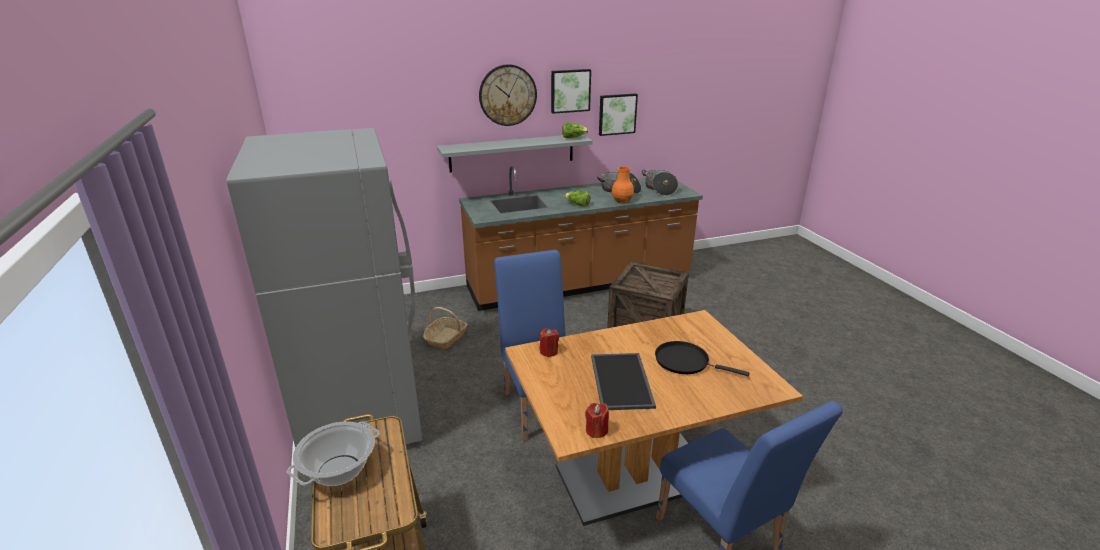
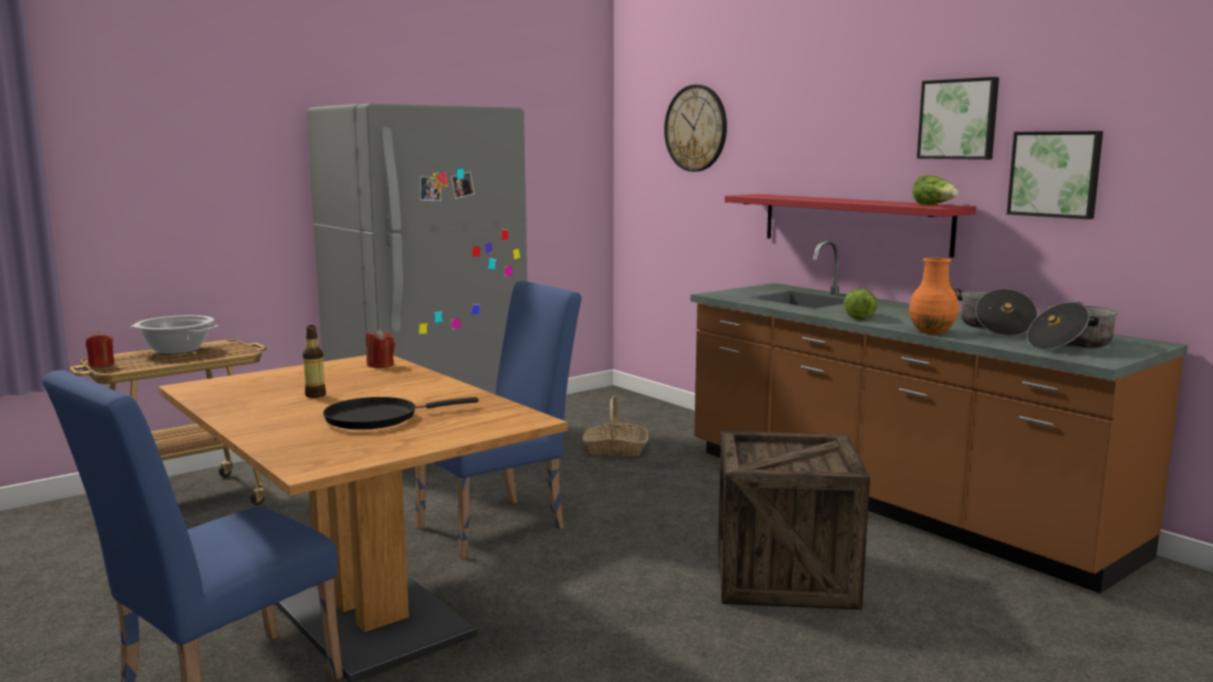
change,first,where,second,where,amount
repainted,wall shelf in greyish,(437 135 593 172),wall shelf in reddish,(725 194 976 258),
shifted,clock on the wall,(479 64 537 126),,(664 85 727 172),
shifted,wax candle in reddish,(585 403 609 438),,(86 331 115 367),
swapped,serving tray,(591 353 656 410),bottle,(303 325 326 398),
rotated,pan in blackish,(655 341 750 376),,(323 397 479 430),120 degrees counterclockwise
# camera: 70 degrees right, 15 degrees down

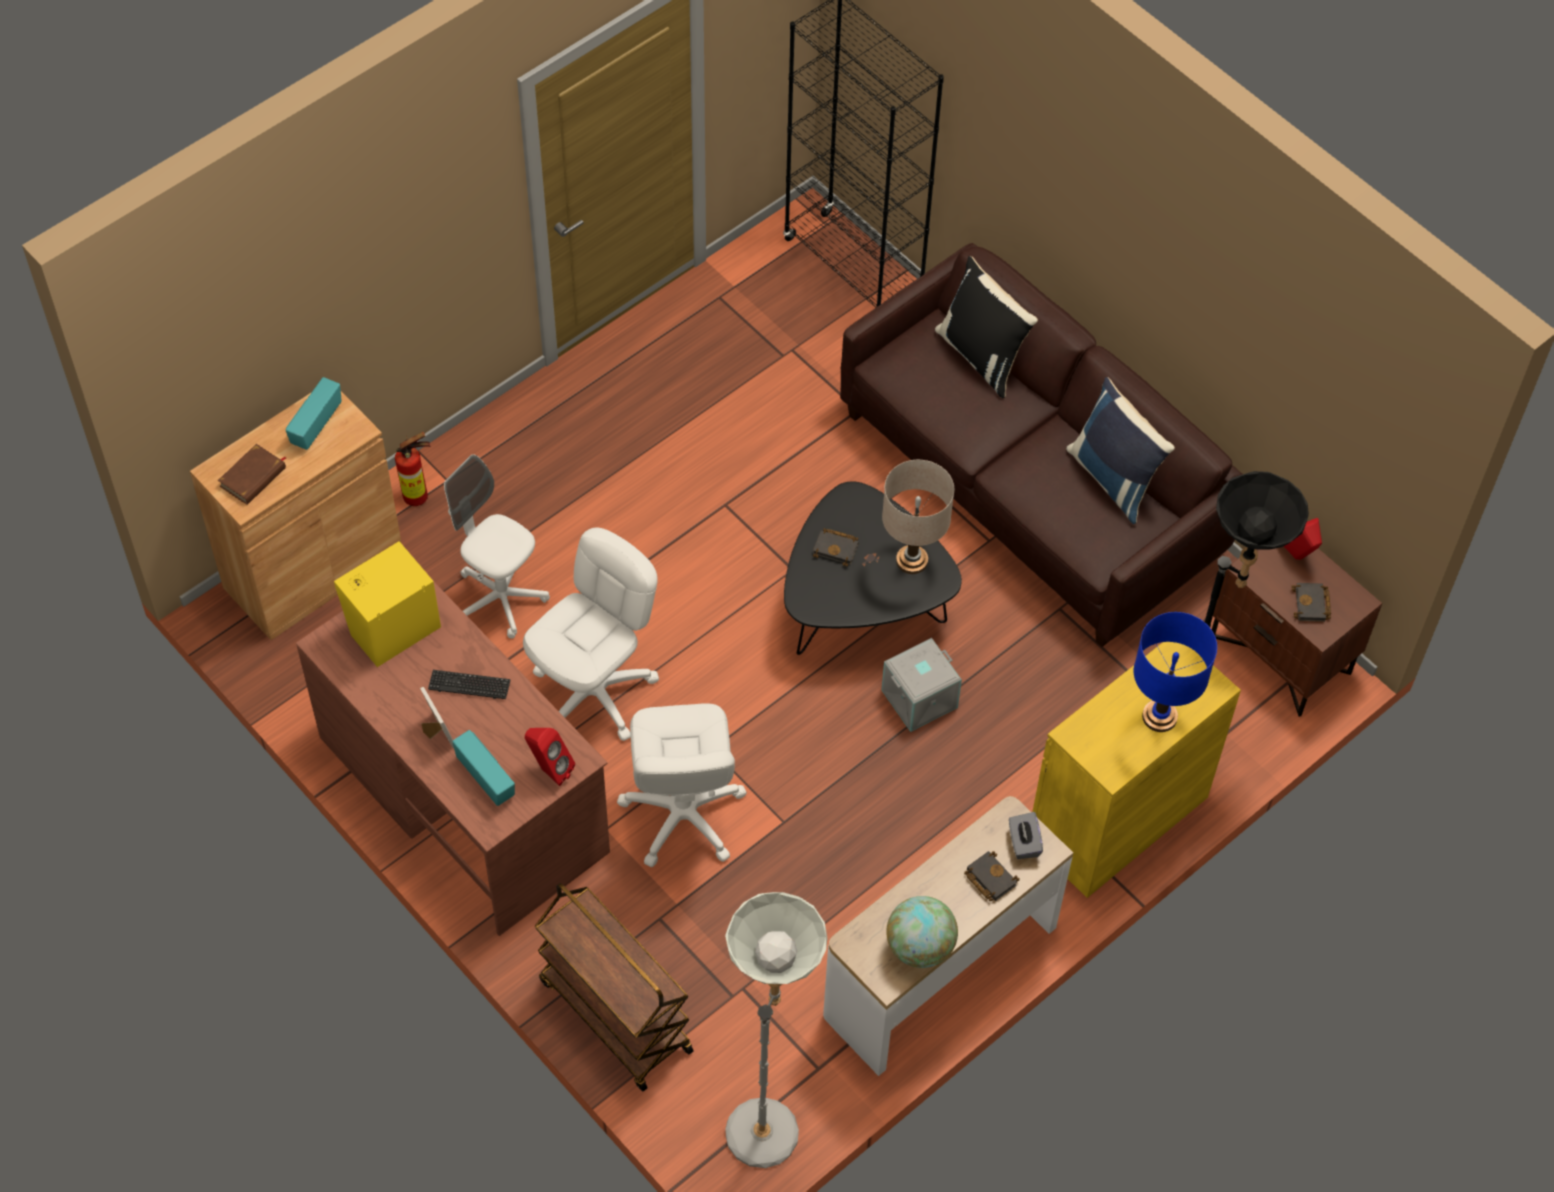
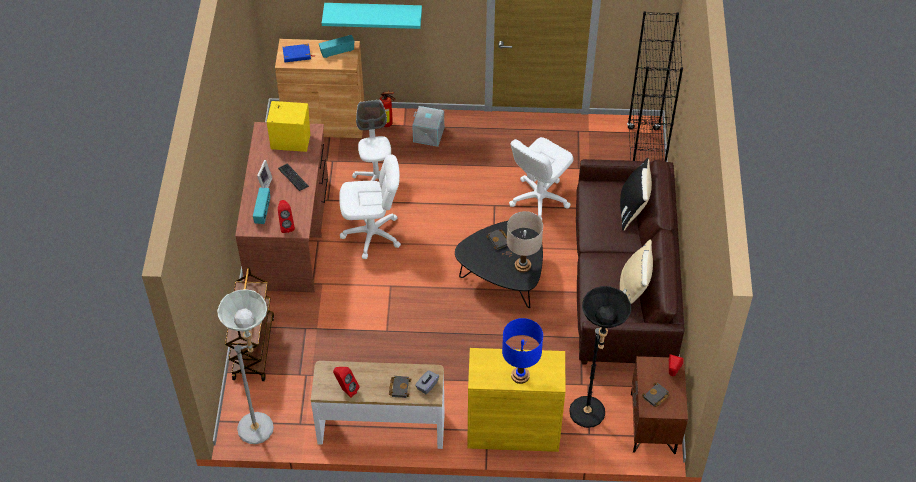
change,first,where,second,where,amount
repainted,bound book in brown-coloured,(218 444 286 505),bound book in blue-coloured,(283 44 315 62),
shifted,computer chair in whitish,(617 703 747 867),,(509 137 573 220),
shifted,storage box in greyish,(881 638 962 732),,(412 106 444 147),
swapped,globe,(886 896 958 968),audio speaker in reddish,(333 367 359 398),
repainted,throw pillow in blue-coloured,(1066 377 1175 524),throw pillow in sand-coloured,(620 240 653 304),
new,,,wall shelf in turquoise,(322 3 422 29),
# camera: 45 degrees right, 5 degrees down

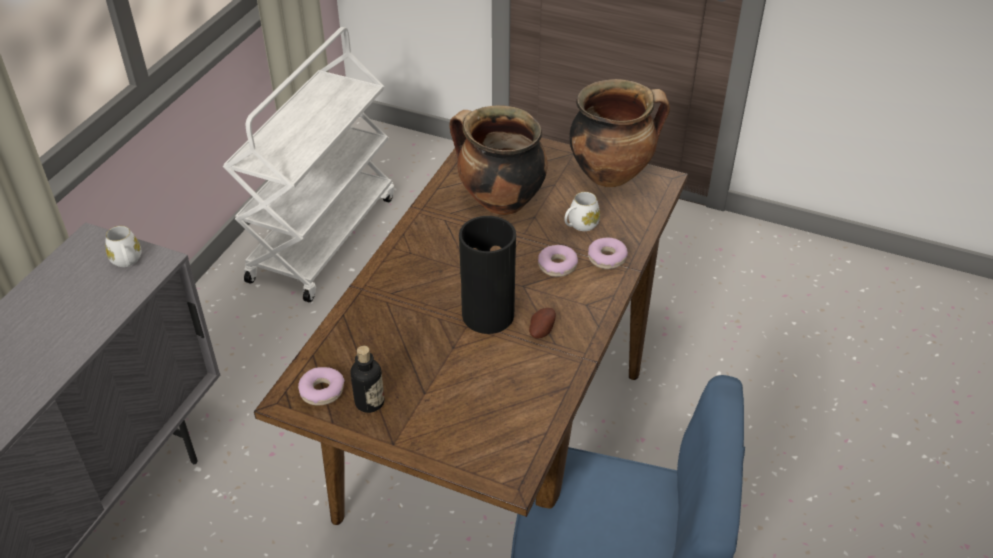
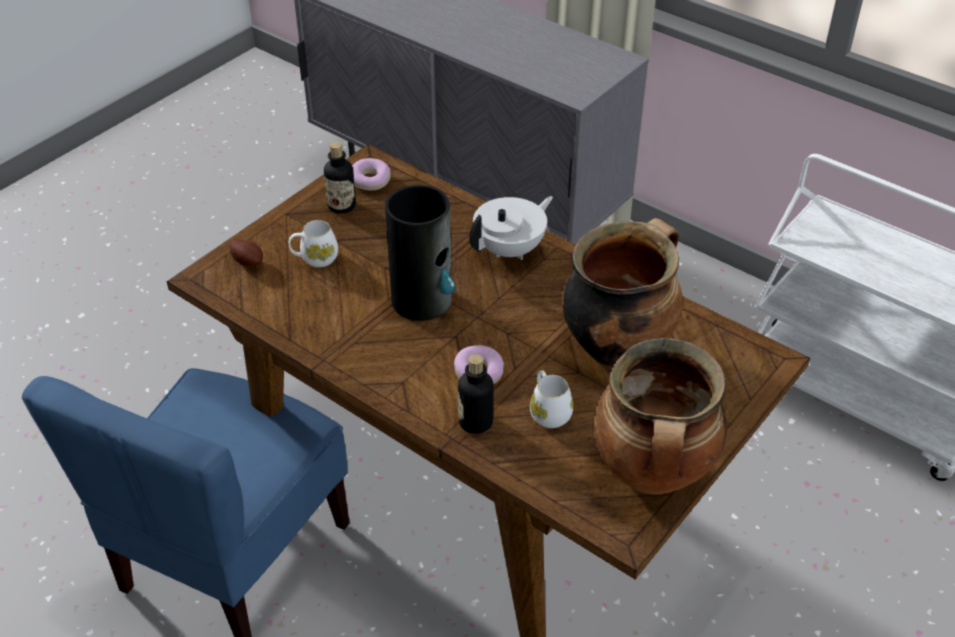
change,first,where,second,where,amount
shifted,mug in whitish,(105 226 141 267),,(289 220 338 267),
shifted,spud,(529 308 556 339),,(229 239 263 267),
swapped,doughnut,(588 237 628 269),bottle,(458 354 494 434),
new,,,pot for tea in whitish,(469 196 553 260),
# camera: 105 degrees right, 0 degrees up

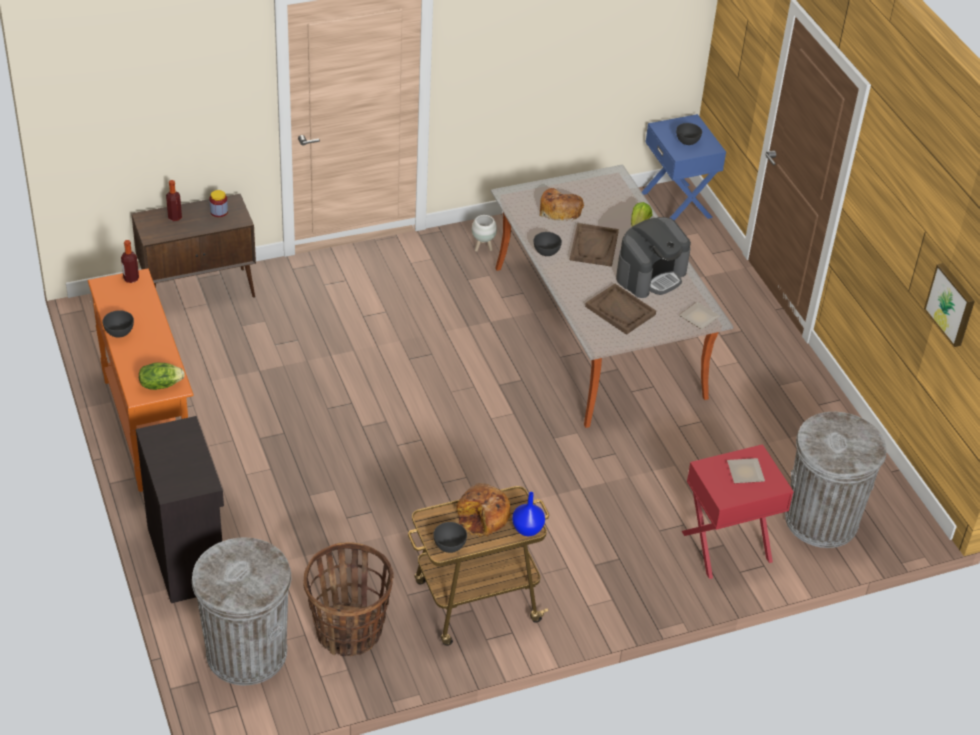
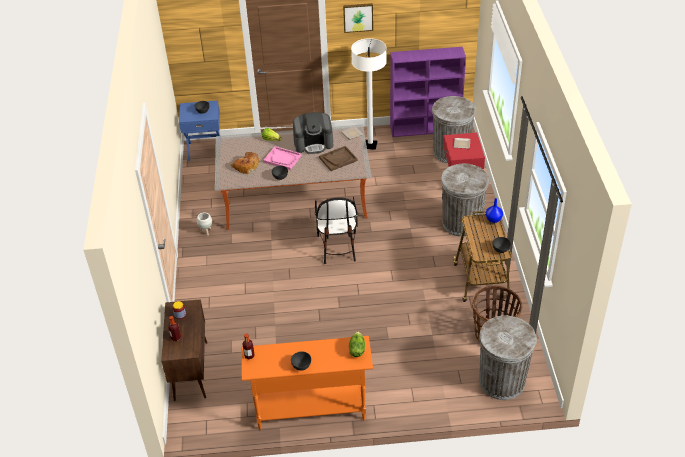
change,first,where,second,where,amount
gone,cupboard in blackish,(136 416 224 603),,,
gone,baked bread,(456 483 511 537),,,
repainted,serving tray in brown-coloured,(570 223 619 267),serving tray in pinkish,(263 146 302 170),
rotated,coffee maker,(616 217 691 298),,(293 112 333 154),105 degrees clockwise
shifted,picture,(924 263 975 347),,(343 3 373 33),
new,,,upright chair,(315 197 358 264),
new,,,floor lamp in whitish,(351 38 387 150),
new,,,shelving unit in purple-coloured,(390 47 466 137),
new,,,trash can in greyish,(441 164 489 237),
# camera: 70 degrees left, 0 degrees up

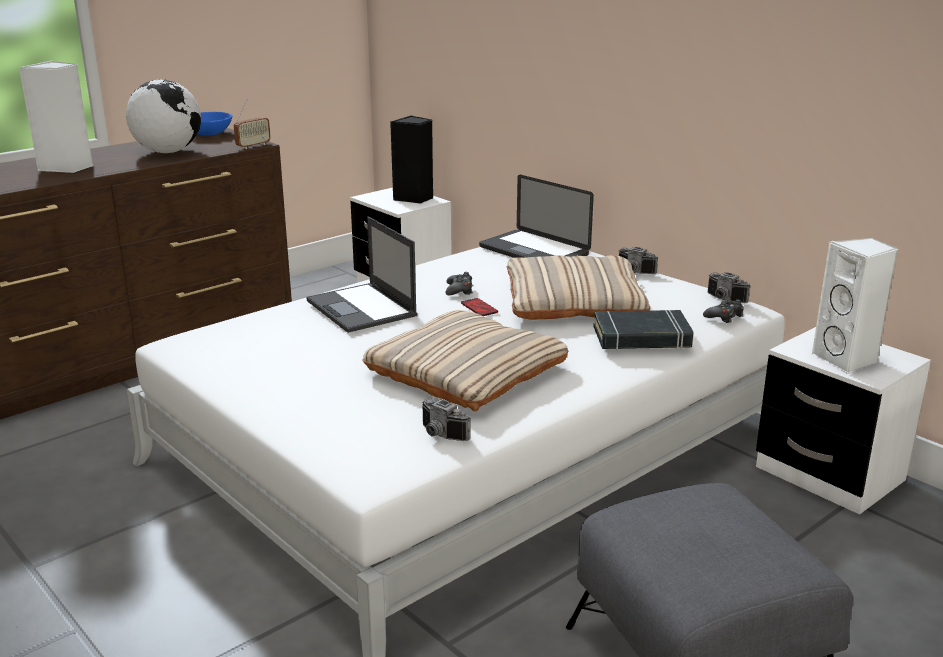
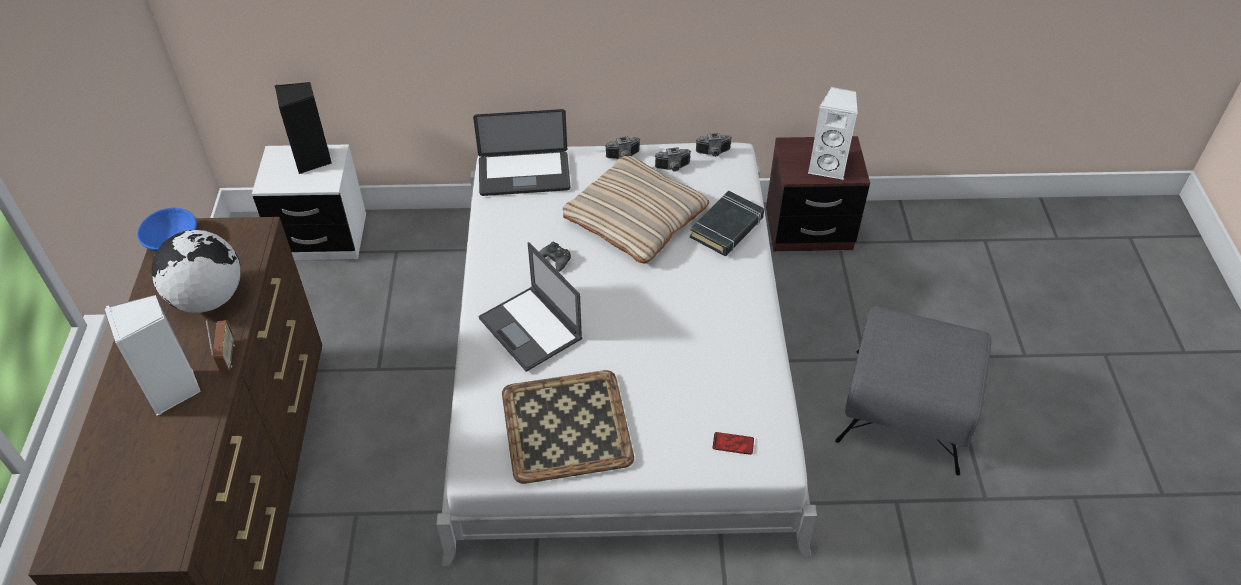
change,first,where,second,where,amount
shifted,radio,(234 99 271 149),,(206 320 235 372),
rotated,portable computer,(306 216 417 333),,(478 242 583 372),45 degrees clockwise
gone,throw pillow in sand-coloured,(362 310 569 411),,,
shifted,still camera,(422 399 471 441),,(655 147 691 171),
shifted,handset,(461 298 498 316),,(713 432 754 455),
gone,gamepad in blackish,(703 299 744 323),,,
repainted,nightstand in whitish,(756 327 931 515),nightstand in brown-coloured,(766 136 870 252),
new,,,serving tray,(502 370 634 484),
# camera: 50 degrees left, 25 degrees up

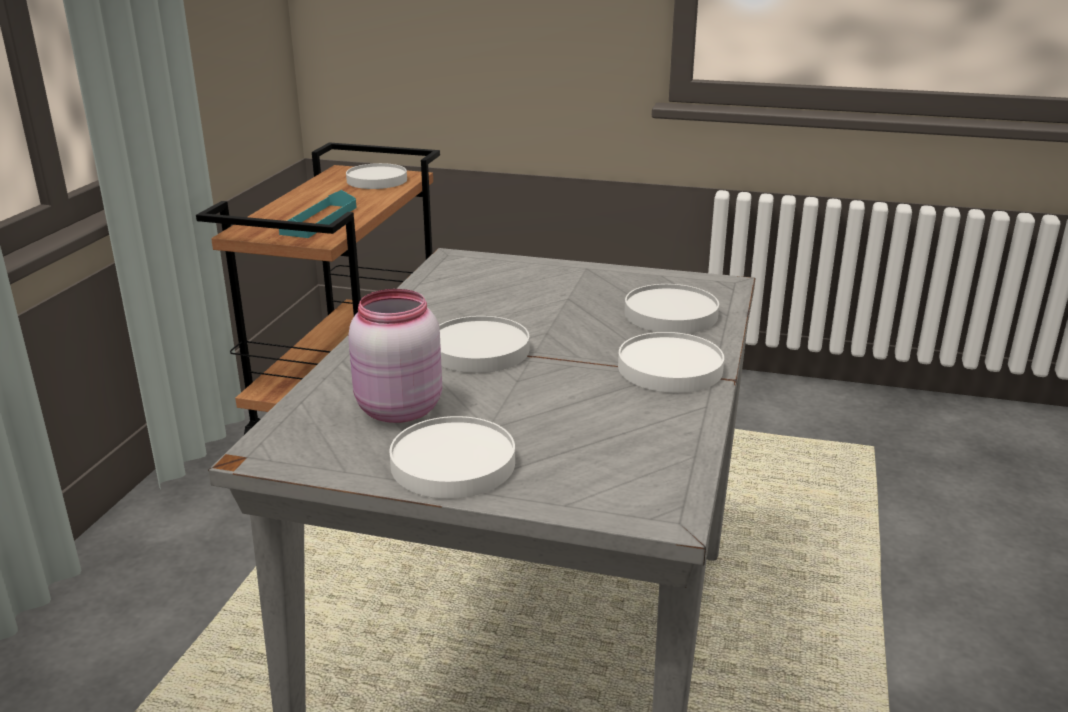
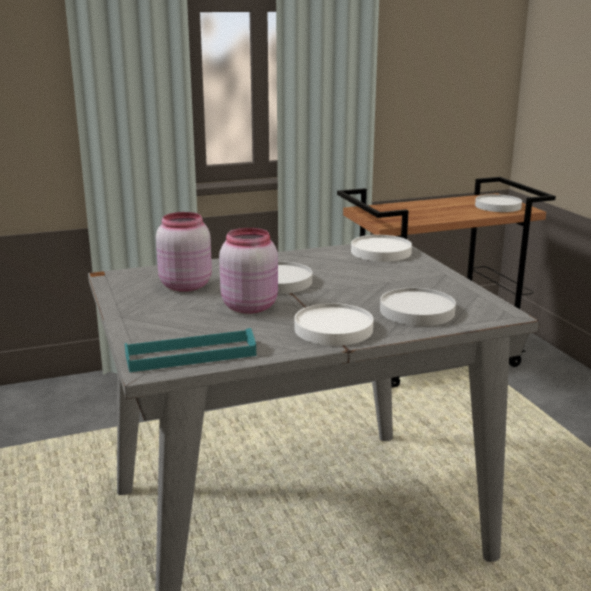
change,first,where,second,where,amount
shifted,serving tray in turquoise,(279 190 357 238),,(125 328 256 372),
shifted,dinner plate in whitish,(390 416 515 499),,(351 235 412 262),
new,,,preserve jar in pinkish,(219 228 278 314),
# camera: 55 degrees right, 5 degrees down

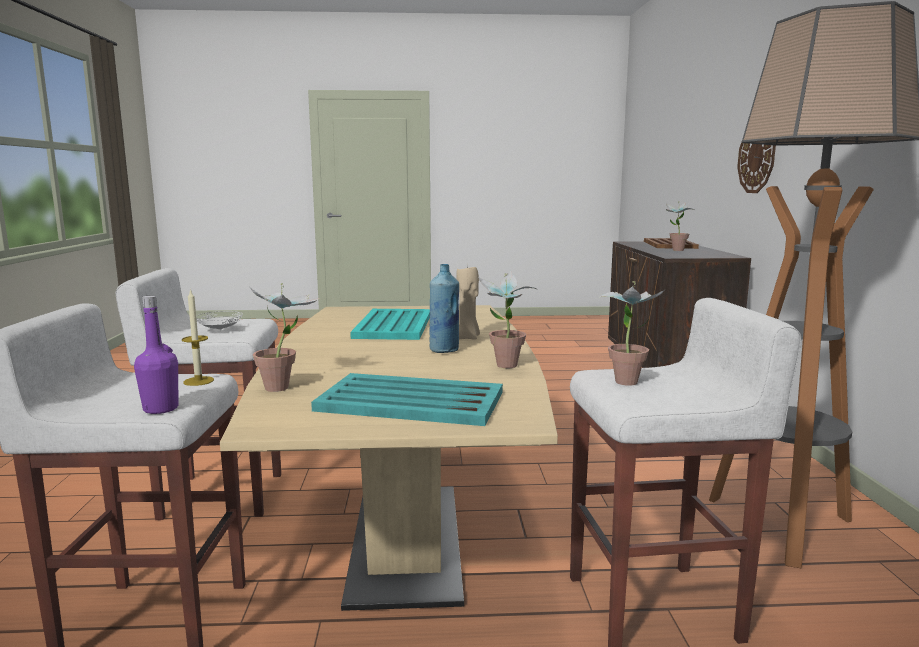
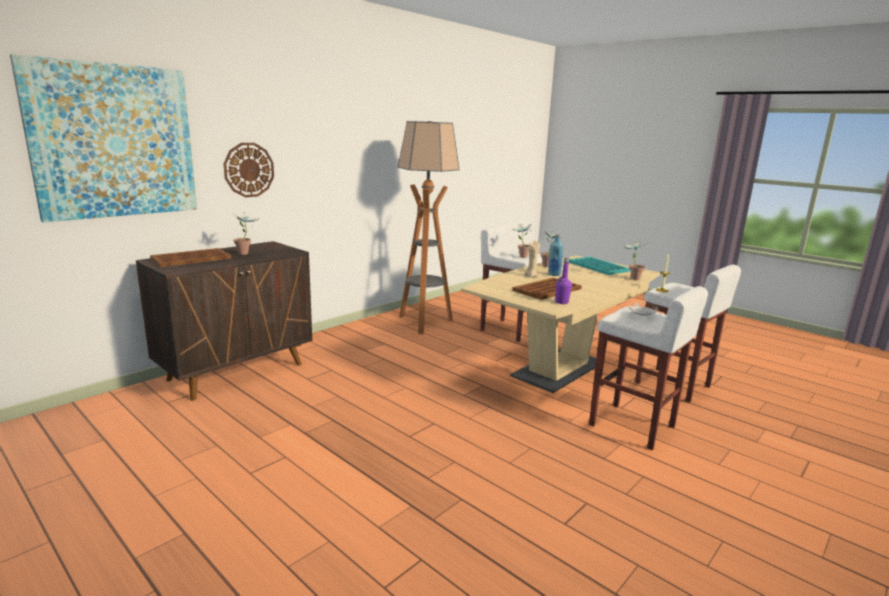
change,first,where,second,where,amount
shifted,bottle in purple-coloured,(134 296 178 414),,(556 257 572 304),
repainted,serving tray in turquoise,(350 309 430 340),serving tray in brown-coloured,(512 278 582 300),
new,,,picture,(10 54 197 222),
# camera: 135 degrees left, 5 degrees up

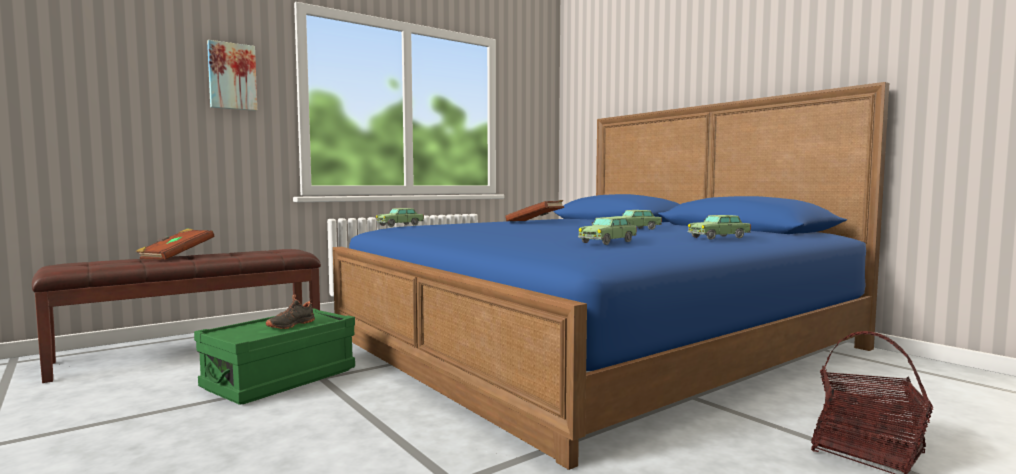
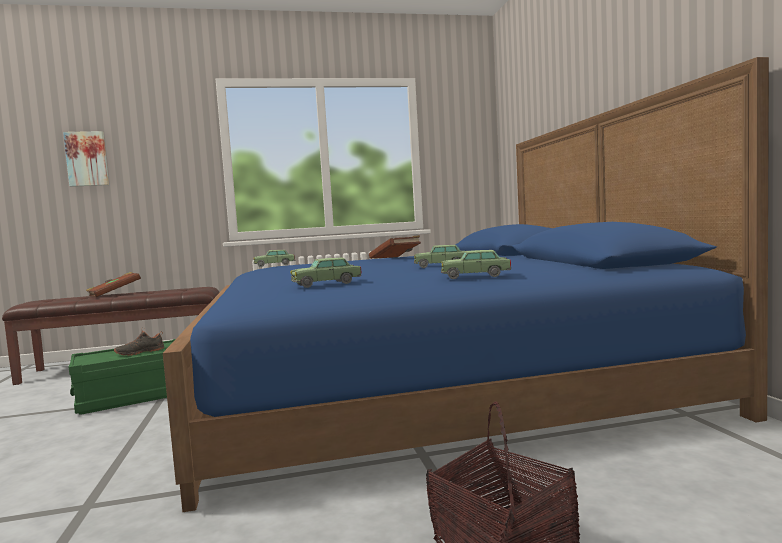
change,first,where,second,where,amount
shifted,picture,(207 40 257 111),,(63 131 109 187),
# camera: 25 degrees right, 0 degrees up

